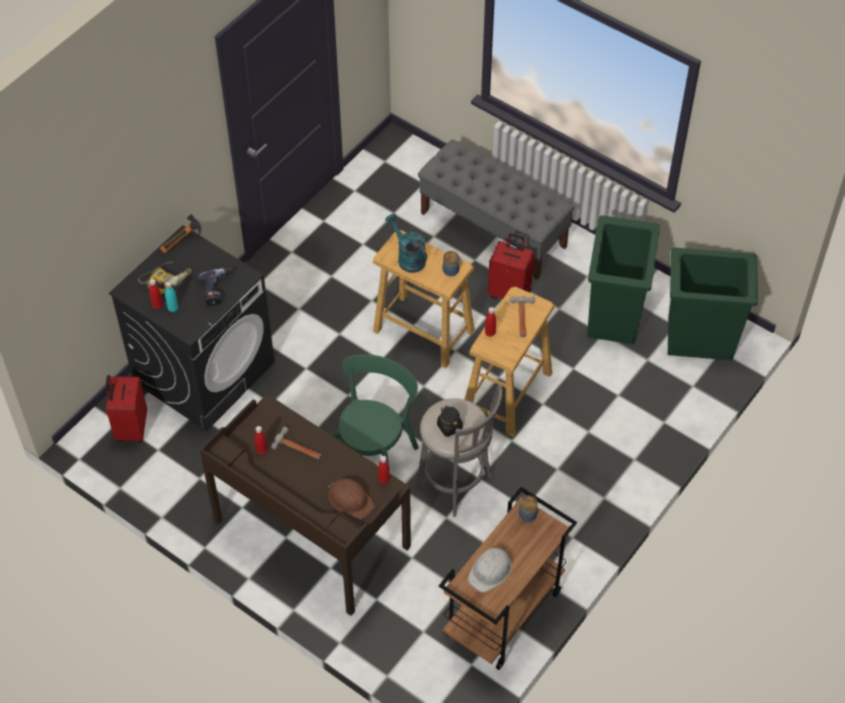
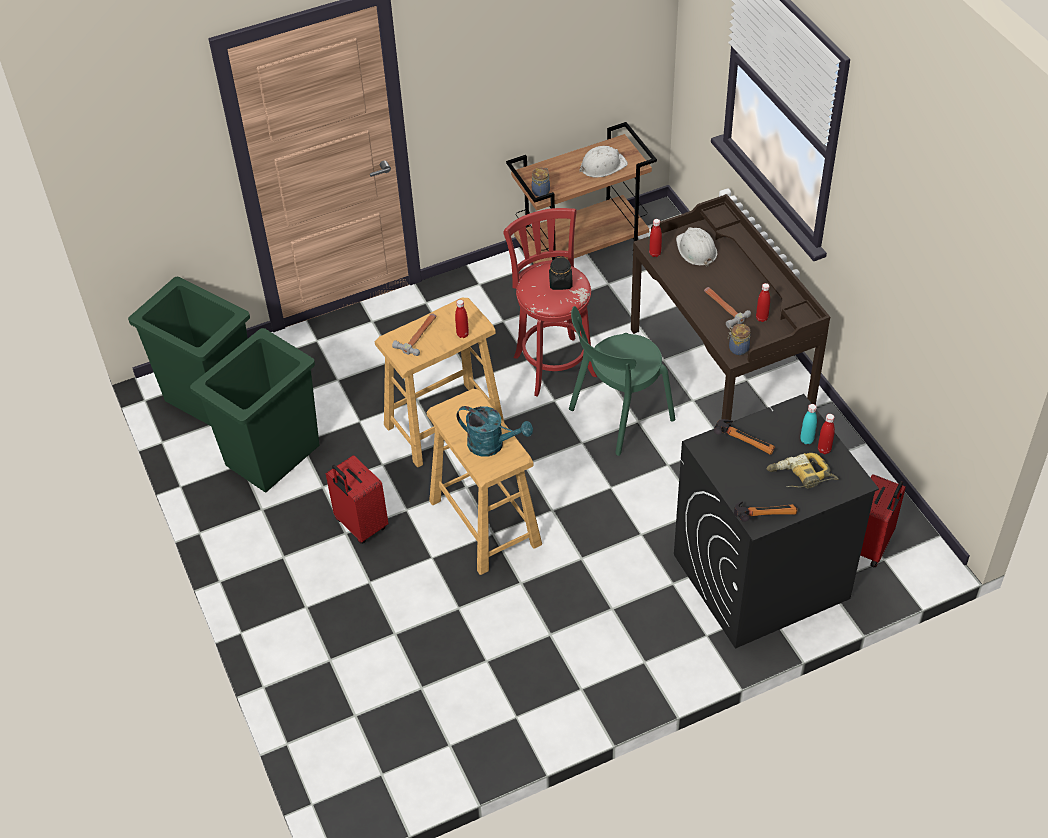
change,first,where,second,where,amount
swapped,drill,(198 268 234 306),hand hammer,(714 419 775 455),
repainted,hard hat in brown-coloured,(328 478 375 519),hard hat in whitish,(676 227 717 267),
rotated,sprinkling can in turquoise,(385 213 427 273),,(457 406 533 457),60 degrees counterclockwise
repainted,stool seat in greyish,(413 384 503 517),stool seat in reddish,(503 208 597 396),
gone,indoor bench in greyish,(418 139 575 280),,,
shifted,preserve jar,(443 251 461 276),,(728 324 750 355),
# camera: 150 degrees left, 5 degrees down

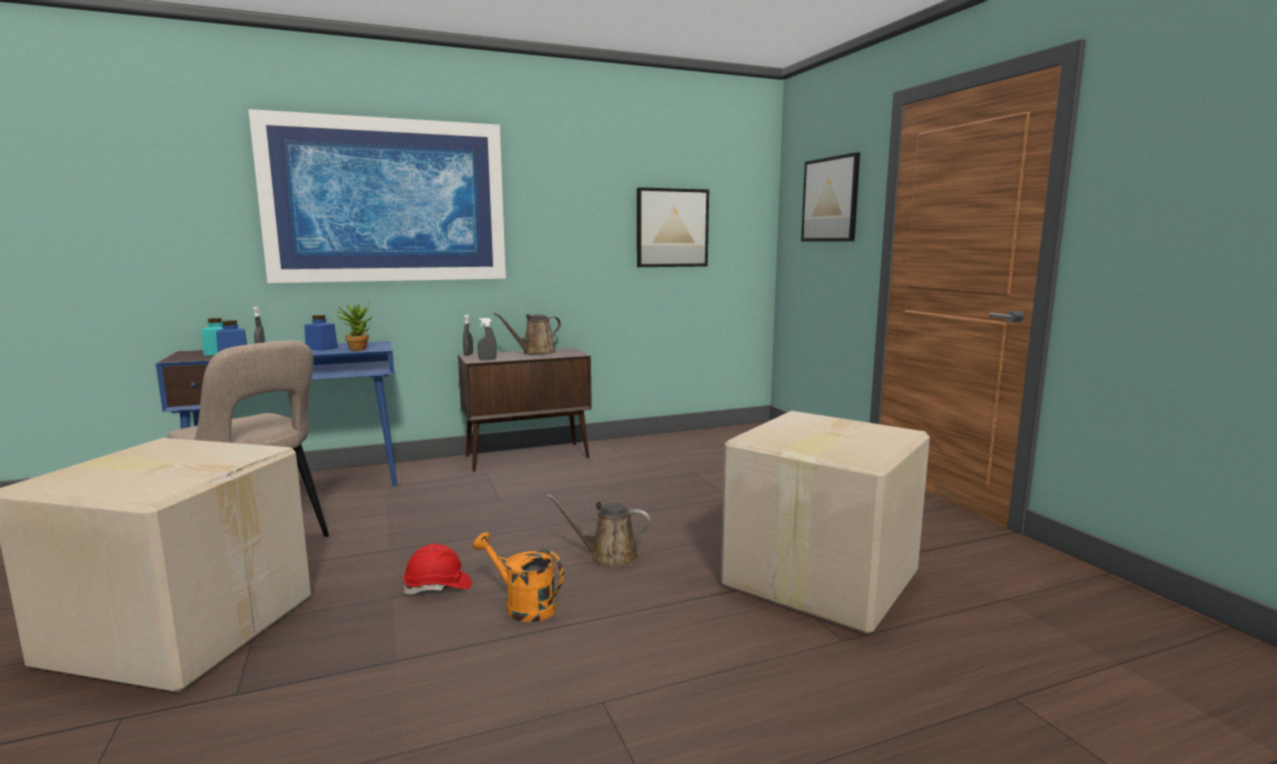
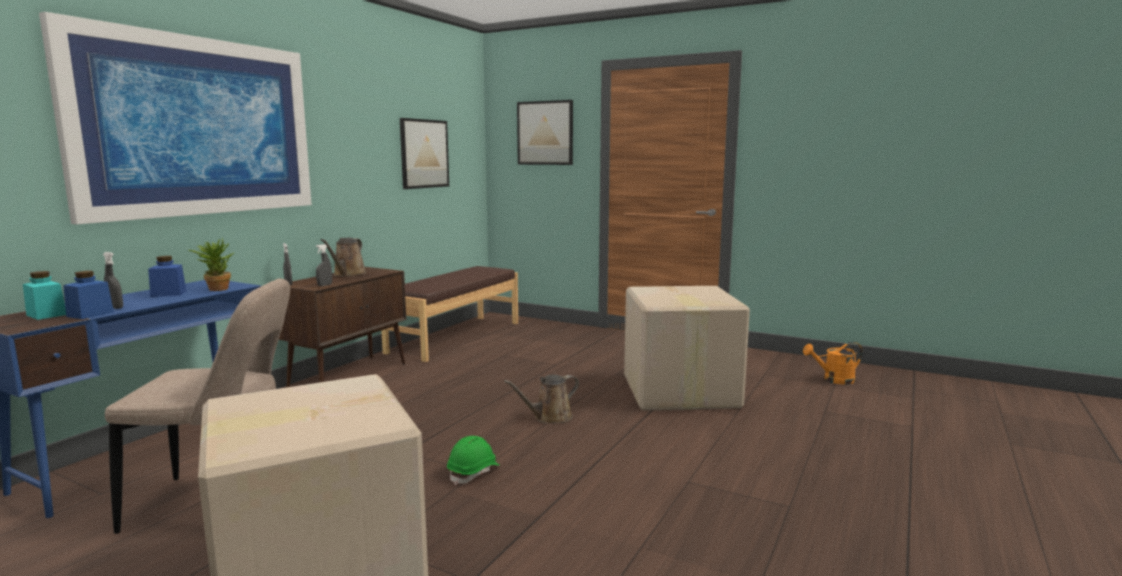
change,first,where,second,where,amount
repainted,hard hat in reddish,(403 544 472 595),hard hat in greenish,(447 436 500 485),
shifted,sprinkling can in orangey,(473 532 564 622),,(803 342 863 385),
new,,,indoor bench in brown-coloured,(381 266 518 362),
# camera: 40 degrees left, 0 degrees up

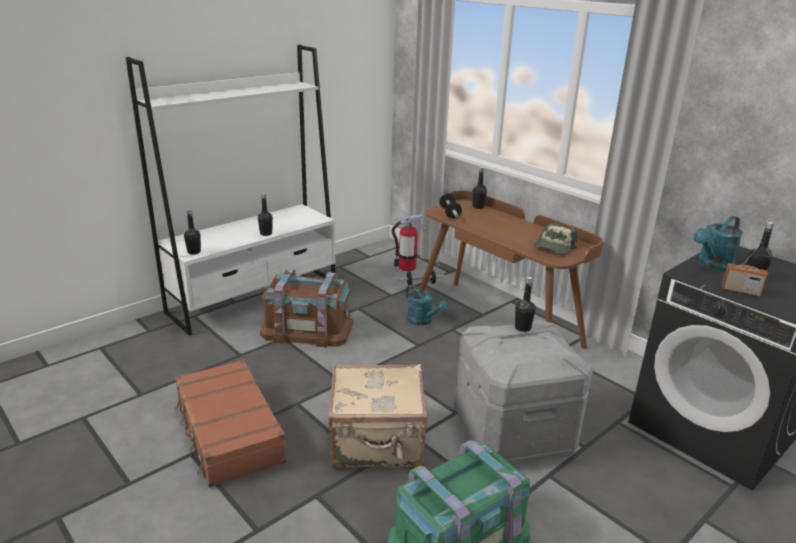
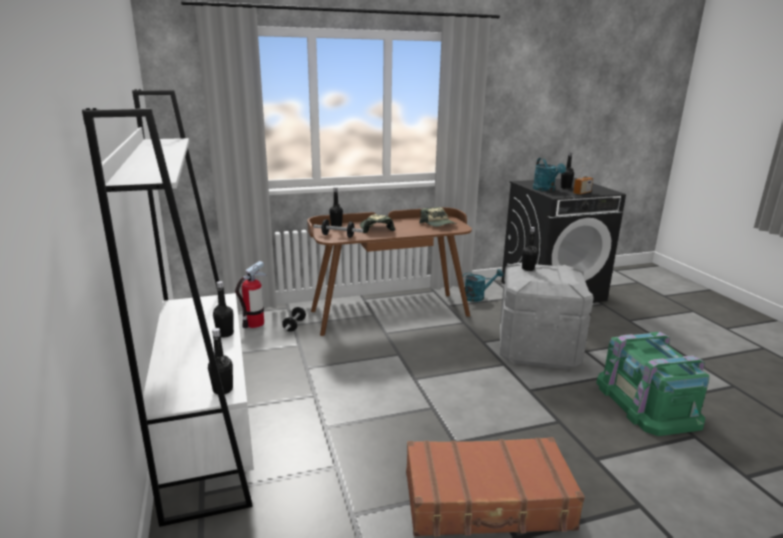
change,first,where,second,where,amount
gone,storage box in brown-coloured,(260 269 354 347),,,
gone,suitcase in sand-coloured,(328 364 428 468),,,
shifted,sprinkling can in turquoise,(406 285 448 325),,(462 269 503 302),
new,,,peaked cap,(360 214 395 233),
# camera: 65 degrees left, 5 degrees down

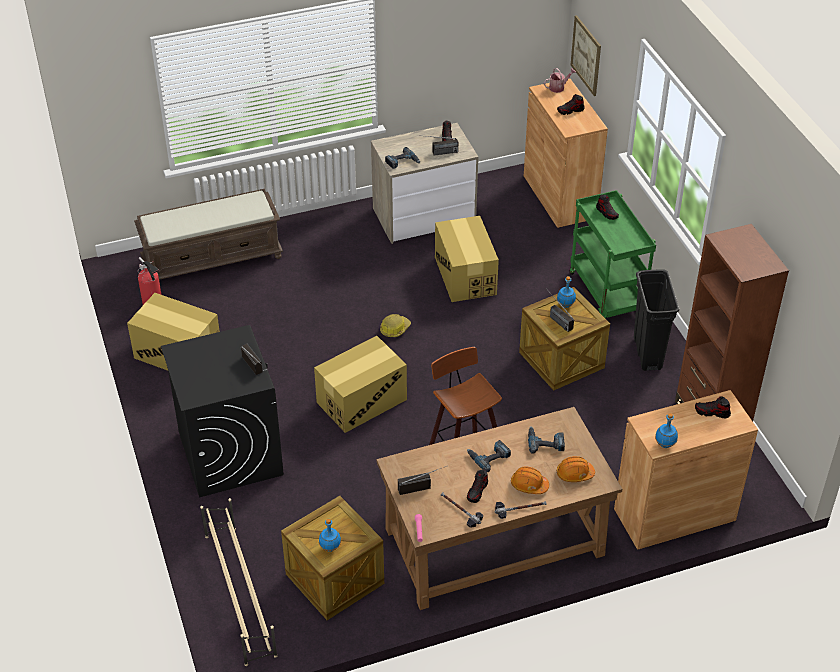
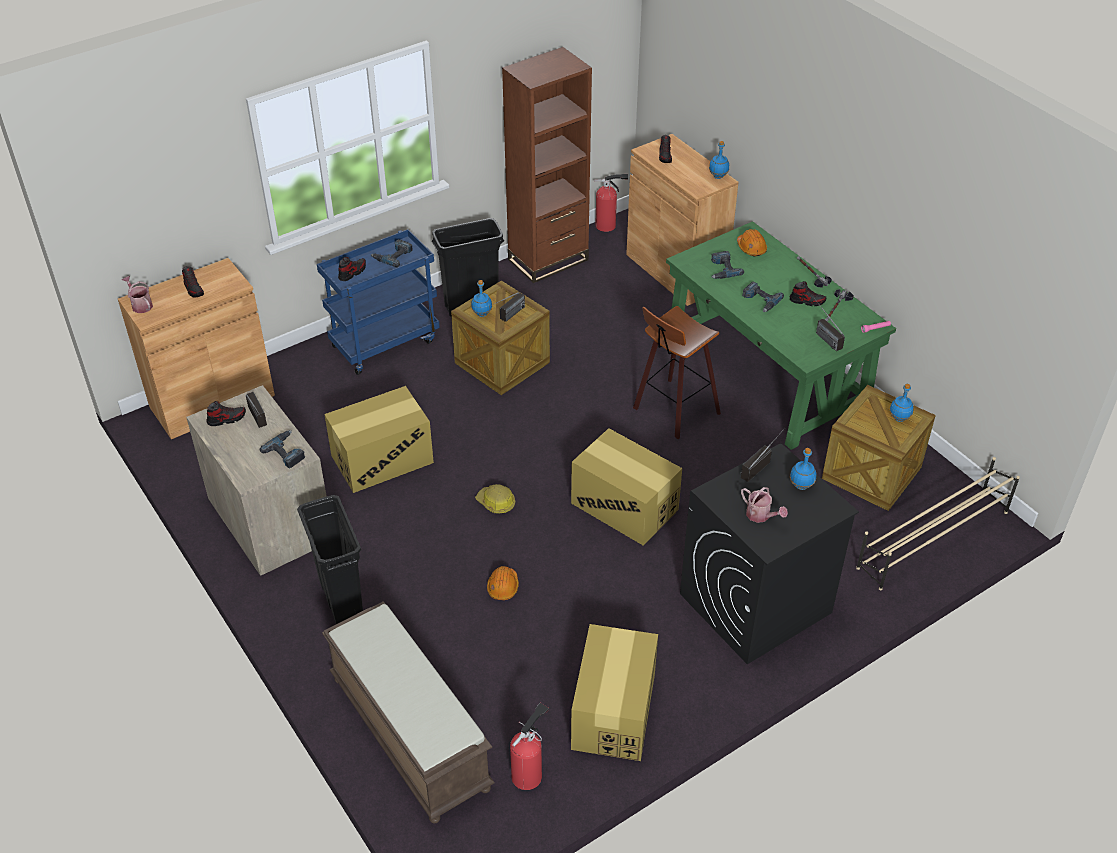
change,first,where,second,where,amount
repainted,desk in brown-coloured,(376 407 622 610),desk in greenish,(666 221 896 450),
shifted,hard hat in orangey,(511 467 549 494),,(487 566 519 600),
repainted,cart in greenish,(569 190 656 319),cart in blue-coloured,(317 229 440 375),
gone,picture,(571 15 601 96),,,
new,,,trash can in blackish,(297 495 363 624),
new,,,drill,(371 239 413 267),
new,,,extinguisher,(594 174 628 232),
new,,,sprinkling can,(741 487 788 523),
new,,,bottle in blue-coloured,(790 448 816 490),
# camera: 105 degrees left, 0 degrees up

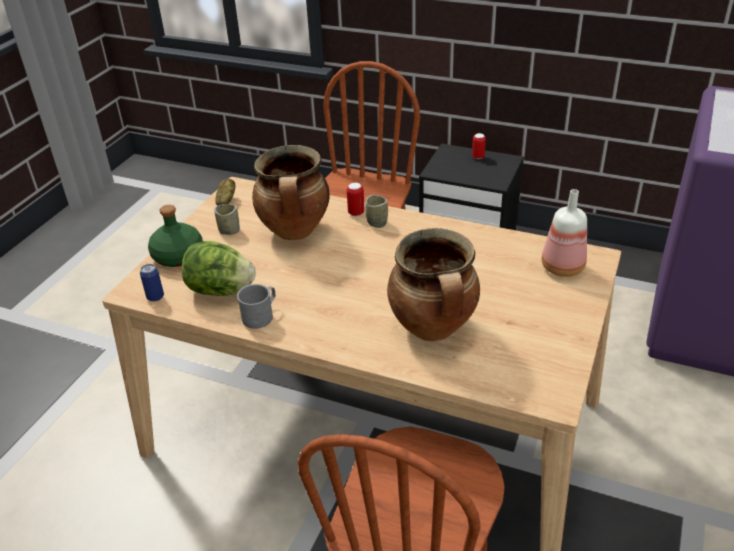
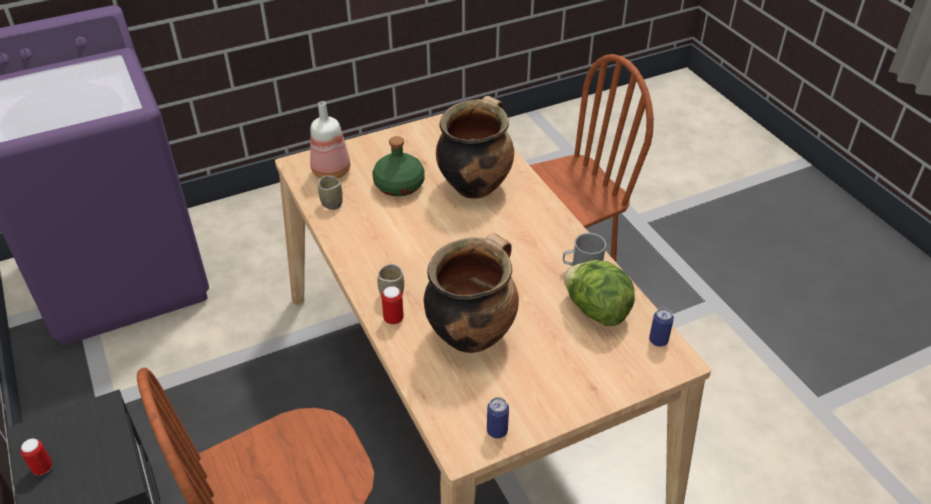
change,first,where,second,where,amount
shifted,bottle in greenish,(148 205 203 267),,(372 136 425 196),
shifted,drinking cup,(214 204 240 235),,(318 176 343 210),
swapped,spud,(215 179 235 206),sealed can,(487 397 509 438),
# camera: 140 degrees left, 5 degrees up

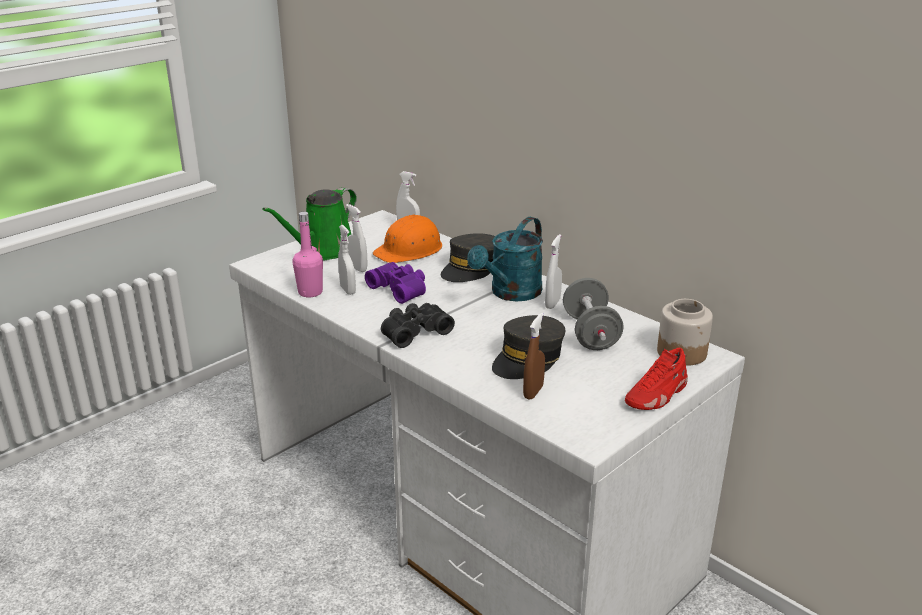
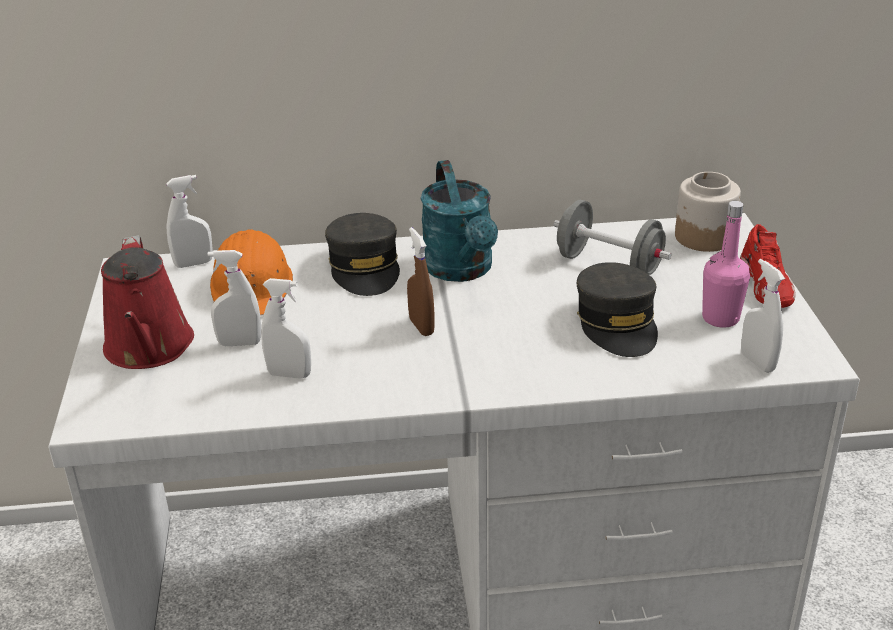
change,first,where,second,where,amount
repainted,sprinkling can in greenish,(262 187 357 260),sprinkling can in reddish,(101 235 194 369),
shifted,bottle in pinkish,(292 212 323 298),,(702 201 750 328),
gone,pair of binoculars in purple-coloured,(365 262 426 304),,,
gone,pair of binoculars in blackish,(381 303 455 348),,,
shifted,sprayer in brown-coloured,(523 313 545 400),,(407 227 435 336),
shifted,sprayer in whitish,(545 234 562 309),,(741 259 785 373),
# camera: 50 degrees left, 5 degrees up

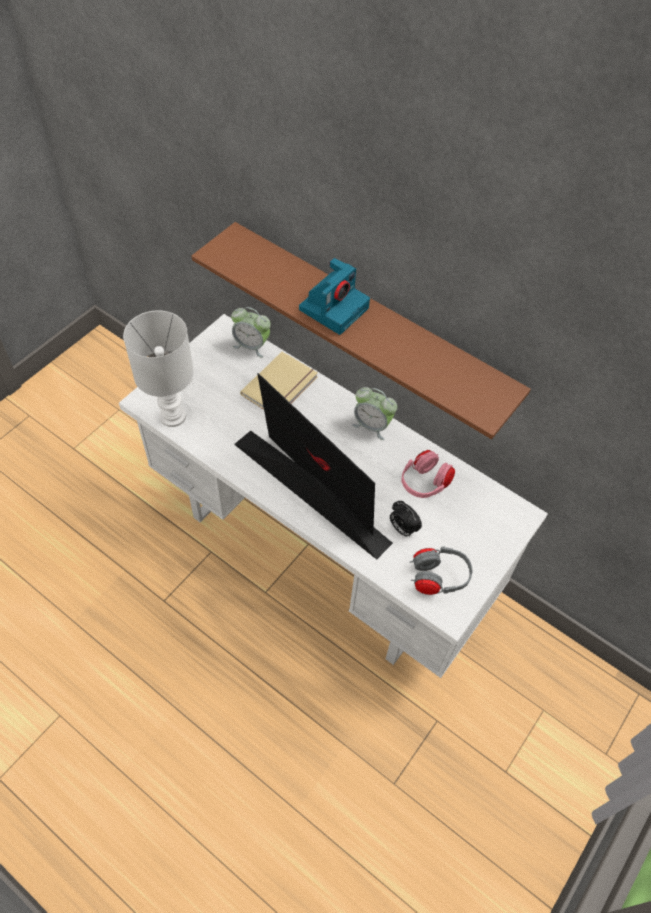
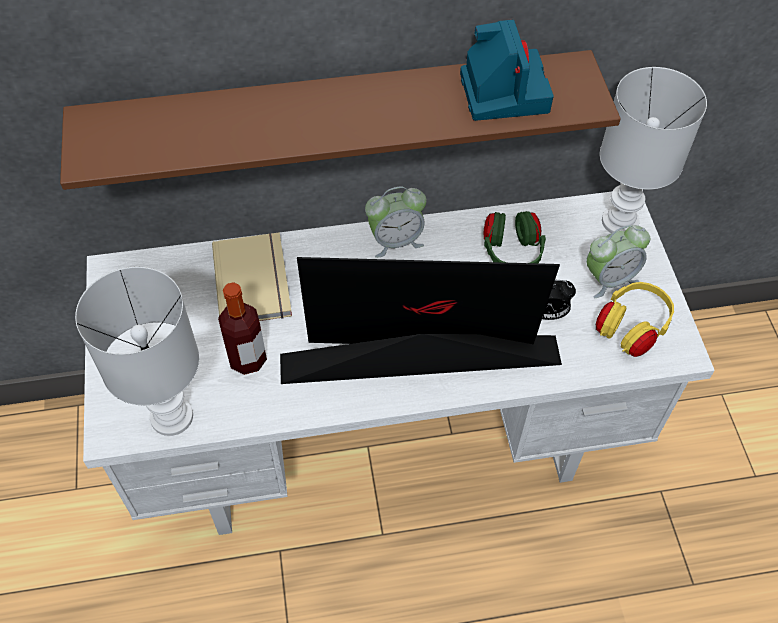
change,first,where,second,where,amount
shifted,table clock,(231 307 271 358),,(586 225 650 298),
shifted,still camera,(299 258 370 335),,(460 20 554 121),
repainted,headphones in pinkish,(401 450 455 498),headphones in greenish,(483 211 546 263),
repainted,headphones in greyish,(410 546 473 595),headphones in yellow,(596 282 674 357),
new,,,bottle,(218 282 267 375),
new,,,lamp for a table in whitish,(600 67 707 233),
# camera: 45 degrees left, 0 degrees up

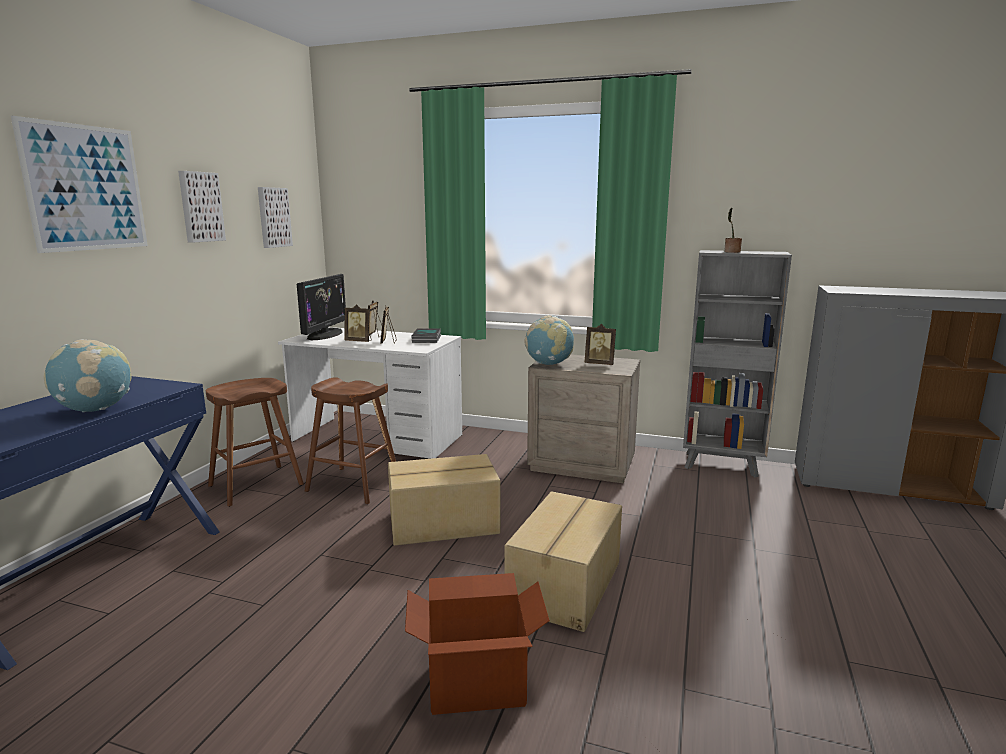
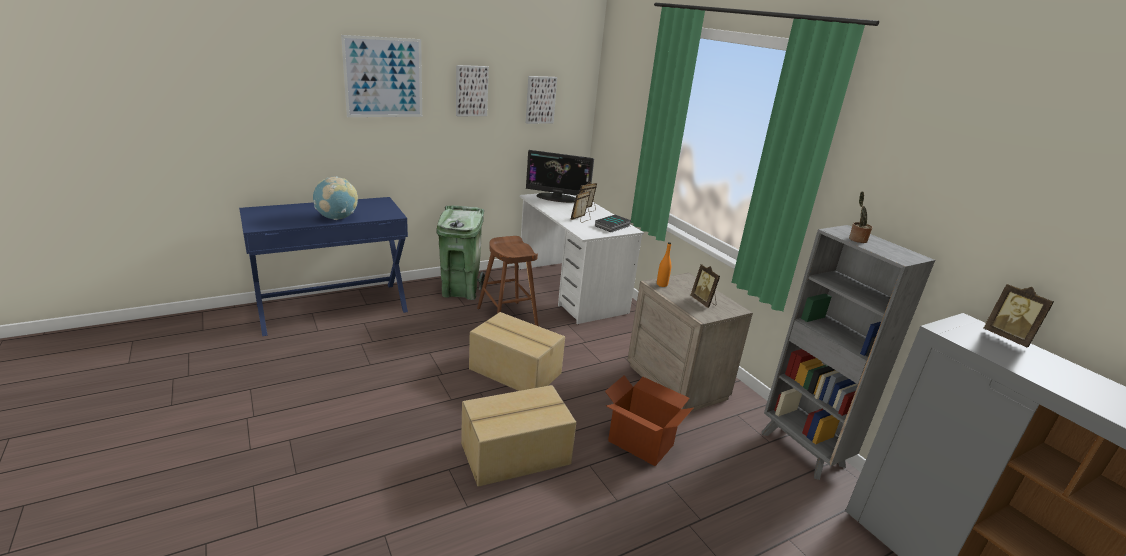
change,first,where,second,where,amount
swapped,stool seat in brown-coloured,(206 378 304 507),trash can in greenish,(437 206 485 300),
rotated,computer screen,(297 274 346 340),,(526 150 594 203),45 degrees clockwise
shifted,standing frame,(344 304 372 342),,(984 284 1054 348),
shifted,carton,(405 573 550 715),,(605 375 694 466),
swapped,globe,(525 315 574 365),bottle in orangey,(657 242 671 287),
# camera: 40 degrees right, 10 degrees up

